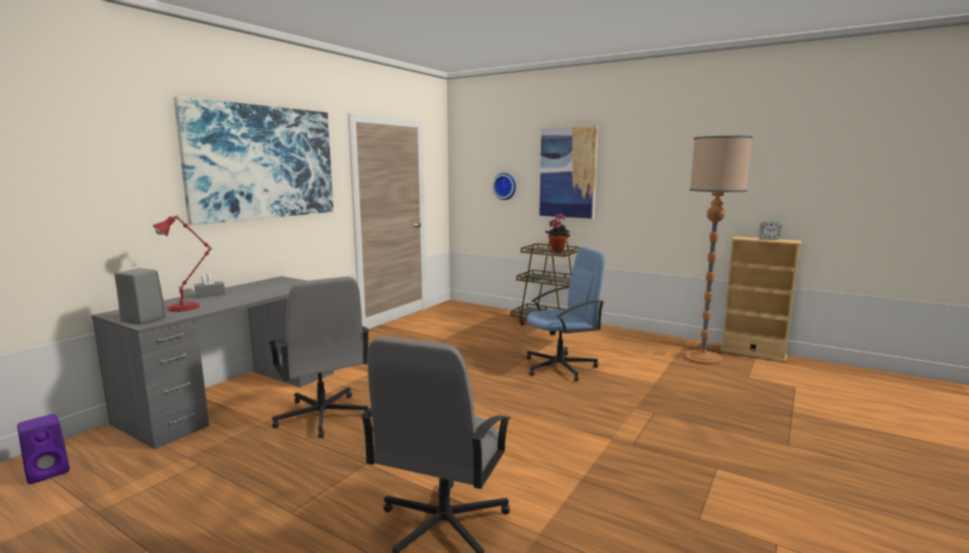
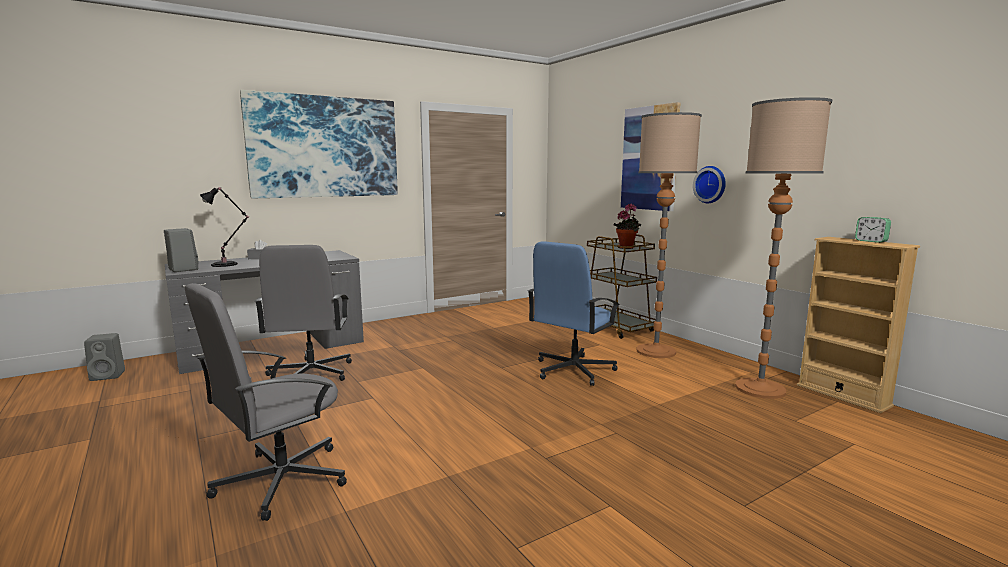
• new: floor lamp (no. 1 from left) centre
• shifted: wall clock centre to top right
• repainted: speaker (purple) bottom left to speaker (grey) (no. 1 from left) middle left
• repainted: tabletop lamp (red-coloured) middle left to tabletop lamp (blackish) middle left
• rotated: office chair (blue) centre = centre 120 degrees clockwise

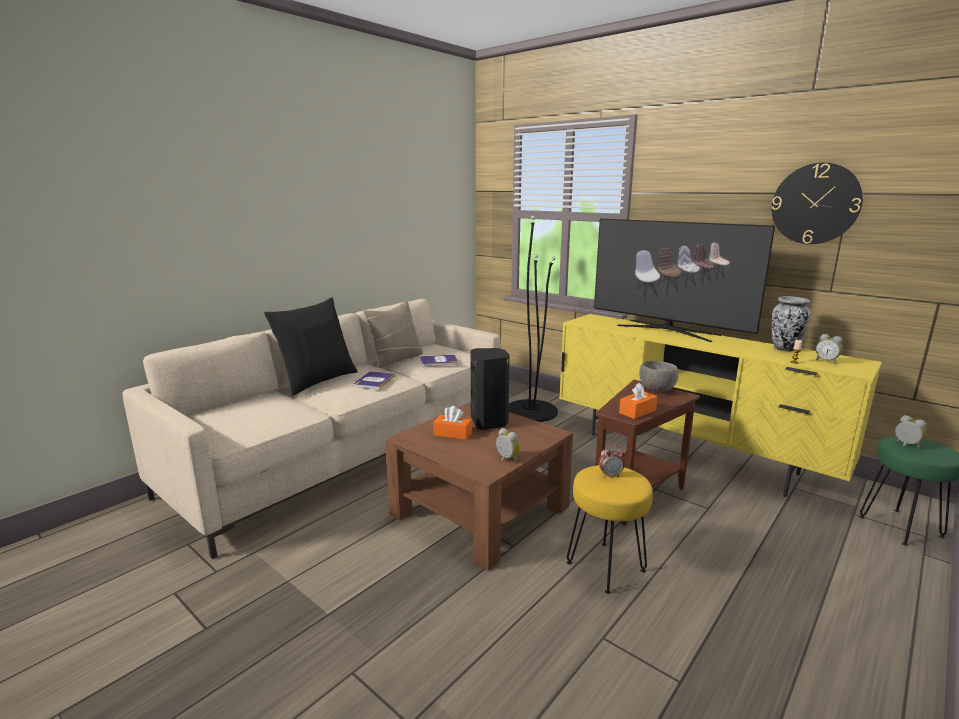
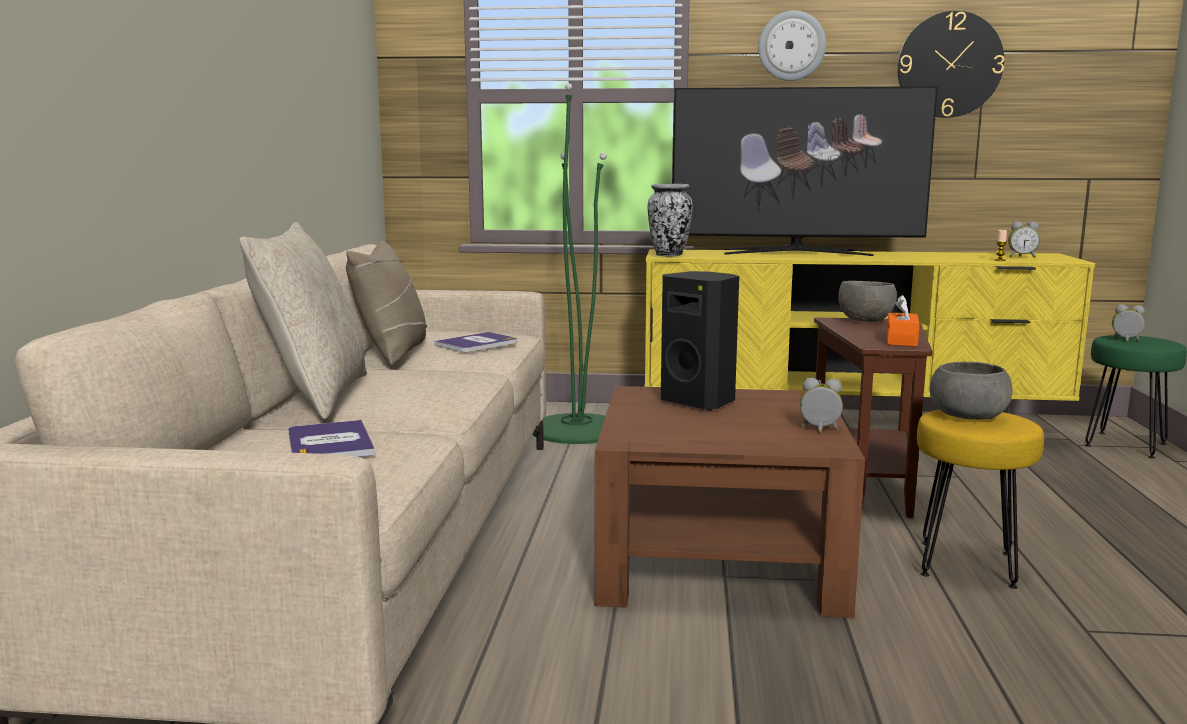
• gone: box of tissues (orange-coloured) (no. 1 from left) centre
• new: wall clock (no. 1 from left) top right
• shifted: book (no. 1 from left) centre to middle left
• shifted: vase middle right to top centre
• swapped: table clock (no. 2 from left) centre to deep dish (grey) (no. 2 from left) middle right
• repainted: throw pillow (blackish) middle left to throw pillow (beige) (no. 1 from left) middle left
• repainted: floor lamp (blackish) centre to floor lamp (green) centre

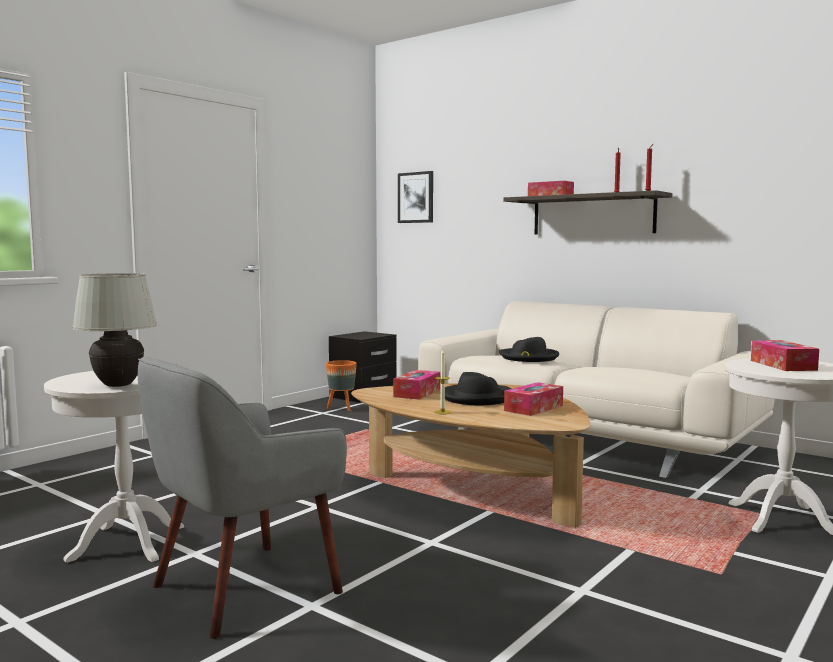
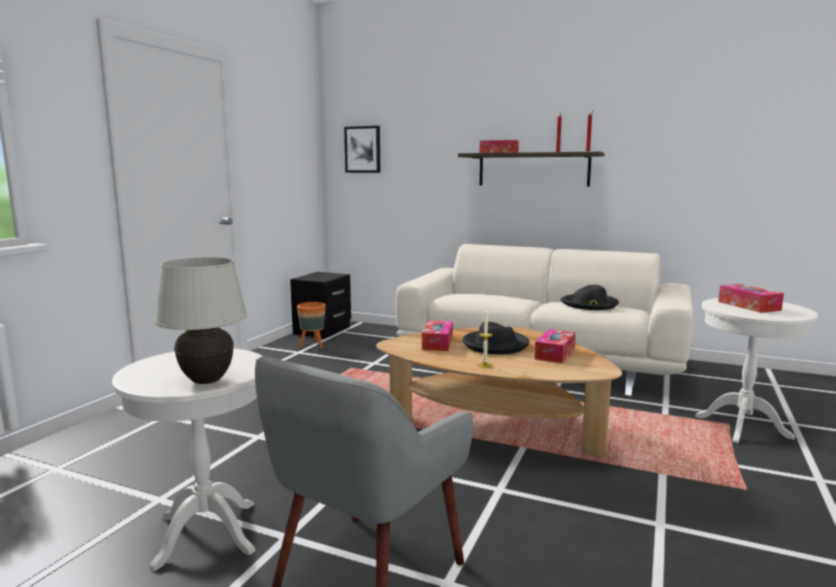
• shifted: wearable hat (blackish) (no. 2 from left) centre to middle right

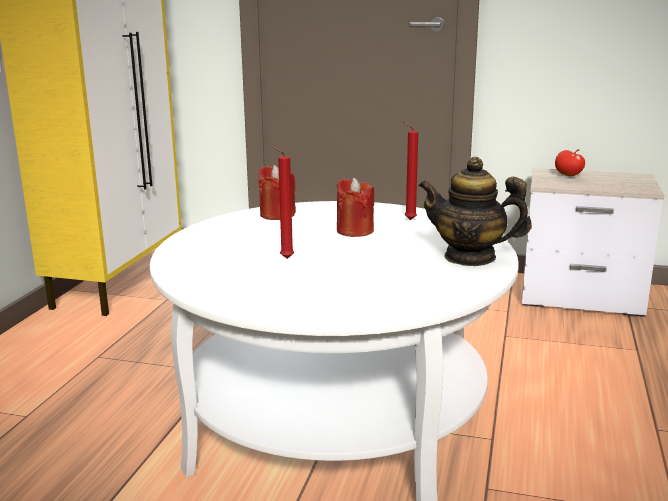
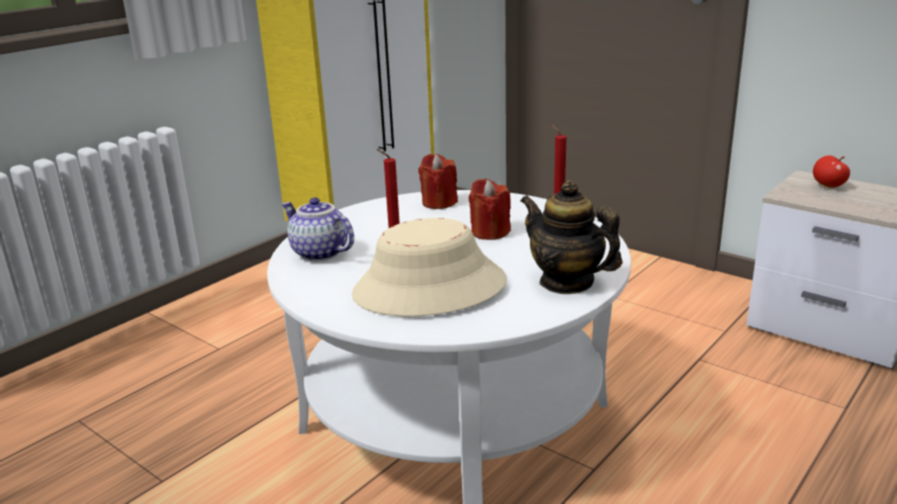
• new: teapot (no. 1 from left) centre
• new: wearable hat (beige) centre

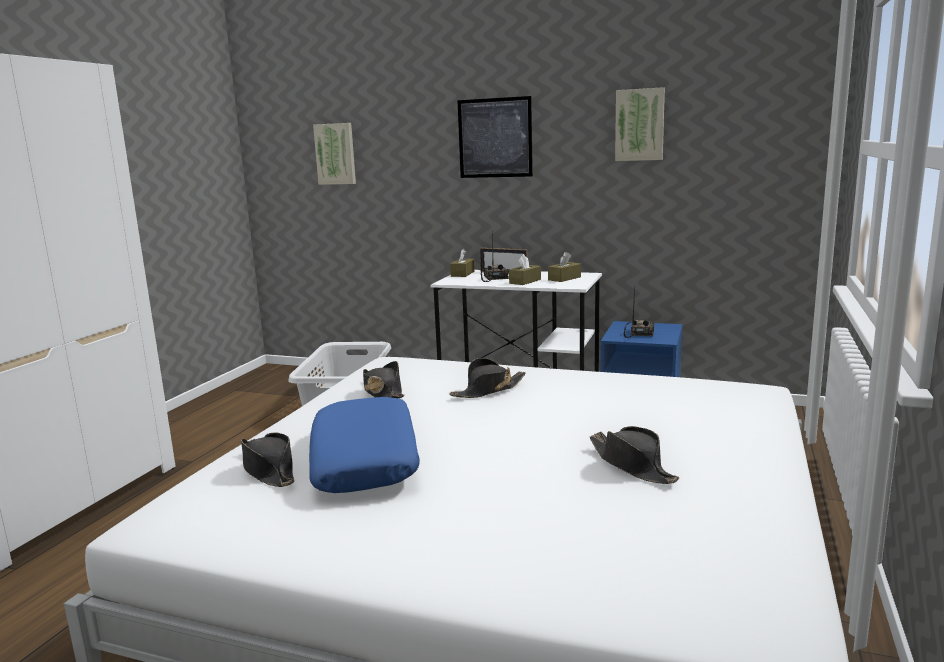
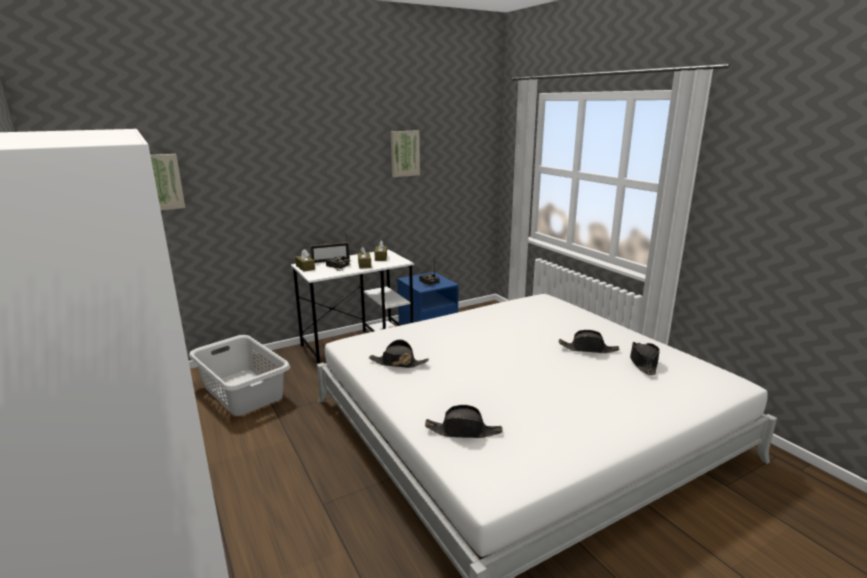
• gone: throw pillow (blue) bottom centre
• gone: wall art (no. 2 from left) top centre
• shifted: wearable hat (blackish) (no. 3 from left in the first image) centre to wearable hat (blackish) (no. 4 from left) middle right

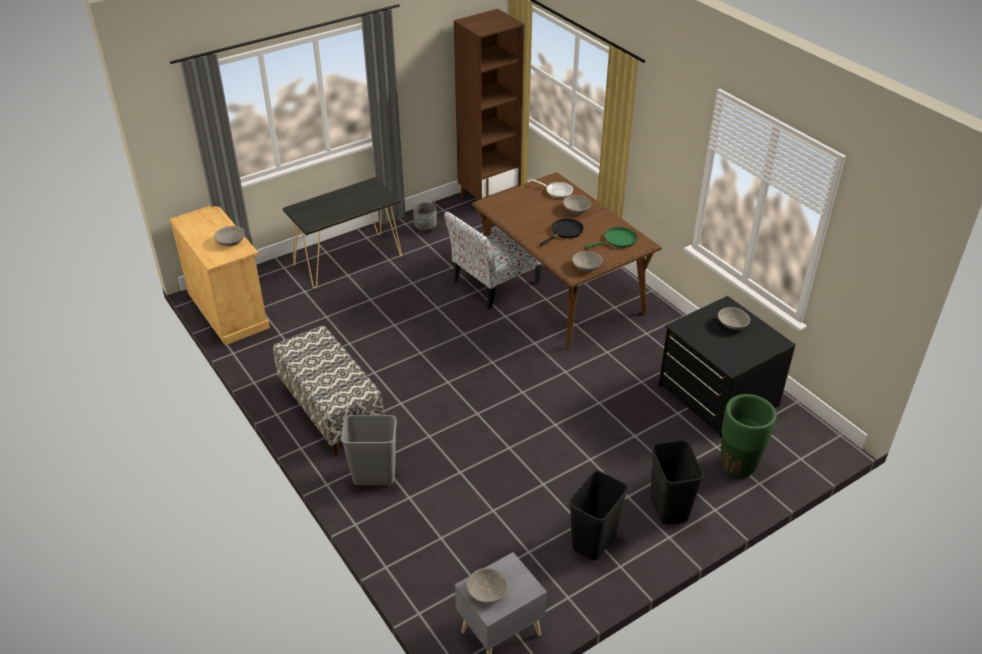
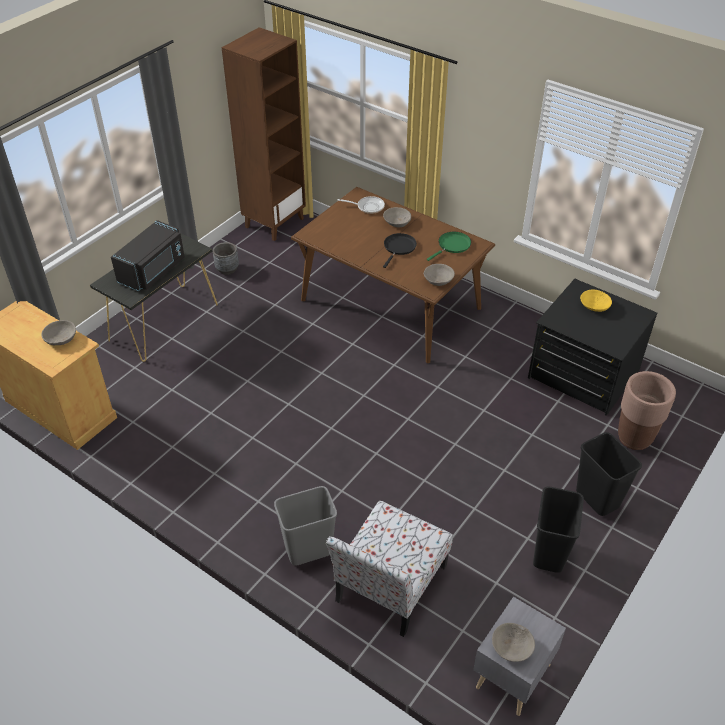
• gone: indoor bench centre
• new: microwave oven (blackish) middle left
• shifted: plain chair centre to bottom centre
• repainted: deep dish (grey) (no. 5 from left) middle right to deep dish (yellow) middle right
• repainted: flower pot (green) bottom right to flower pot (brown) middle right

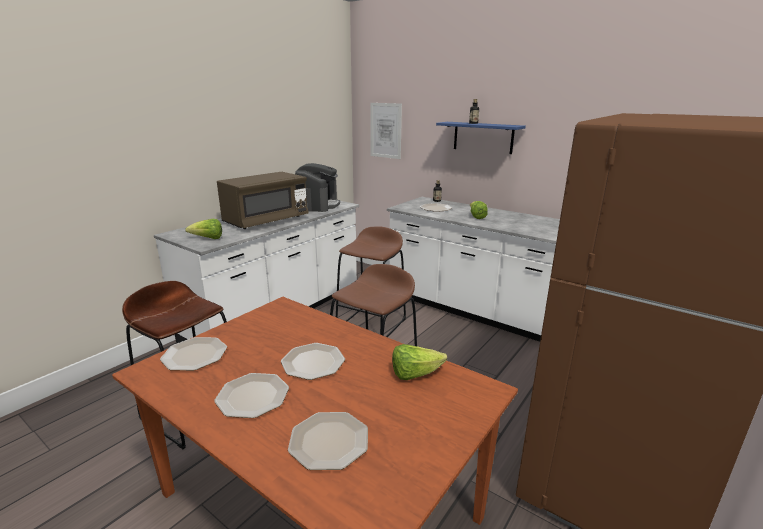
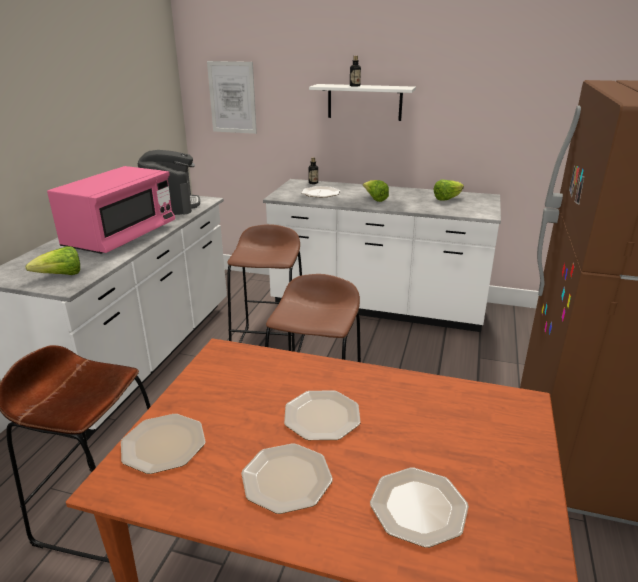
• shifted: lettuce (no. 2 from left in the first image) bottom centre to lettuce (no. 3 from left) top right
• repainted: microwave oven (brown) centre to microwave oven (pink-coloured) middle left
• repainted: shelf (blue) top centre to shelf (white) top centre

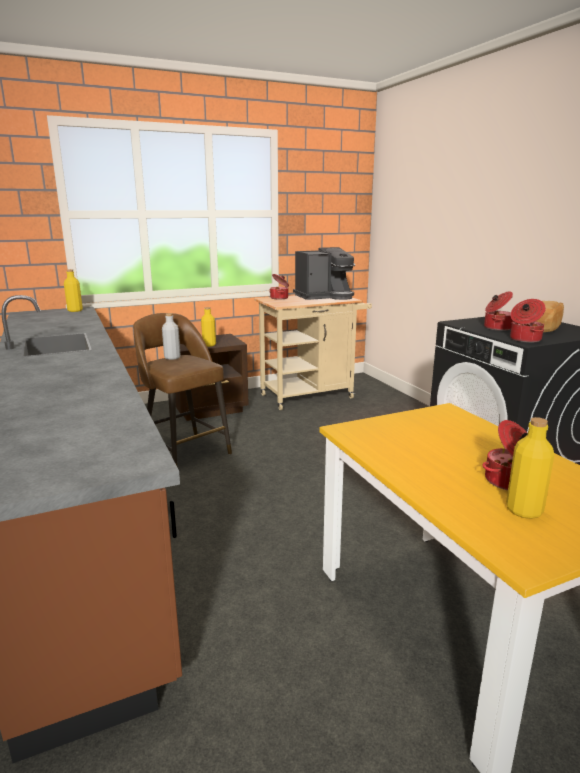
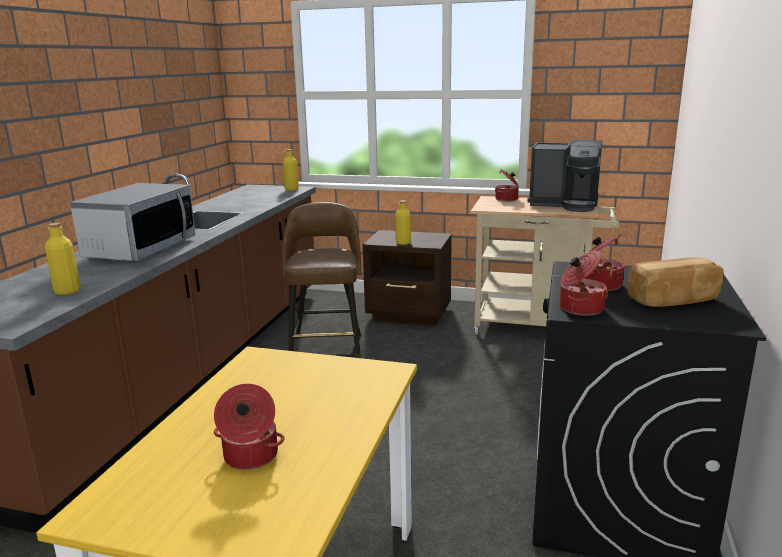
• gone: drink bottle (grey) middle left
• new: microwave oven middle left
• shifted: drink bottle (yellow) (no. 3 from left in the first image) middle right to drink bottle (yellow) (no. 1 from left) middle left

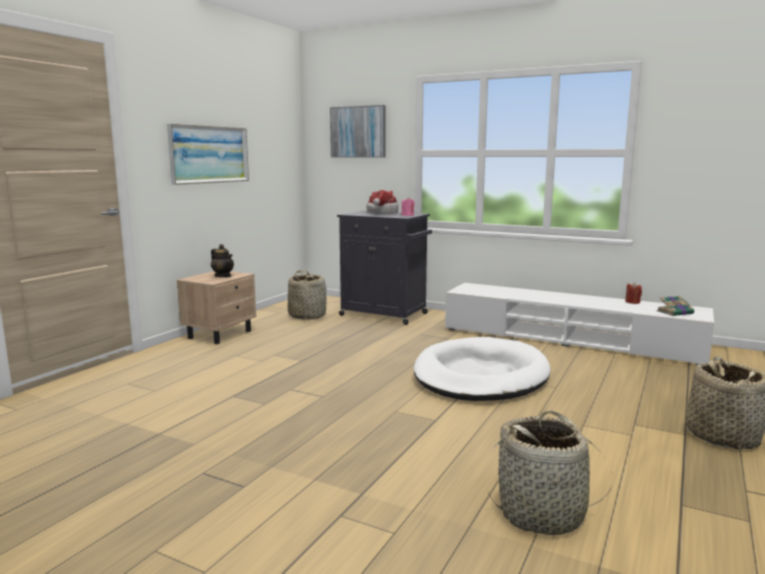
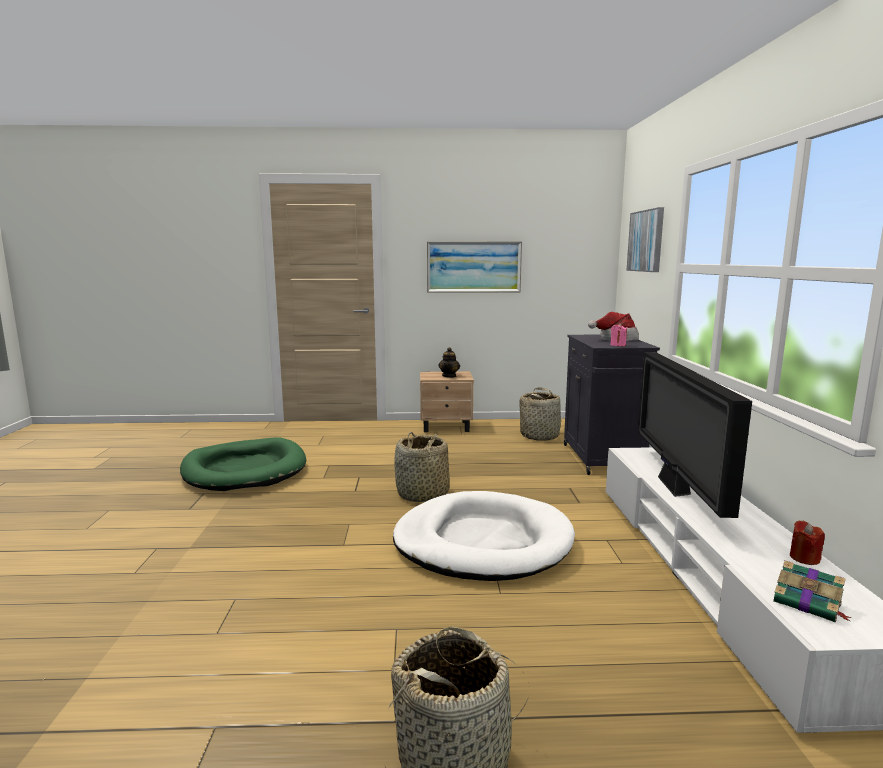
• new: dog cushion (green) middle left
• new: TV set middle right
• shifted: household basket (no. 2 from left in the first image) bottom right to household basket (no. 1 from left) centre

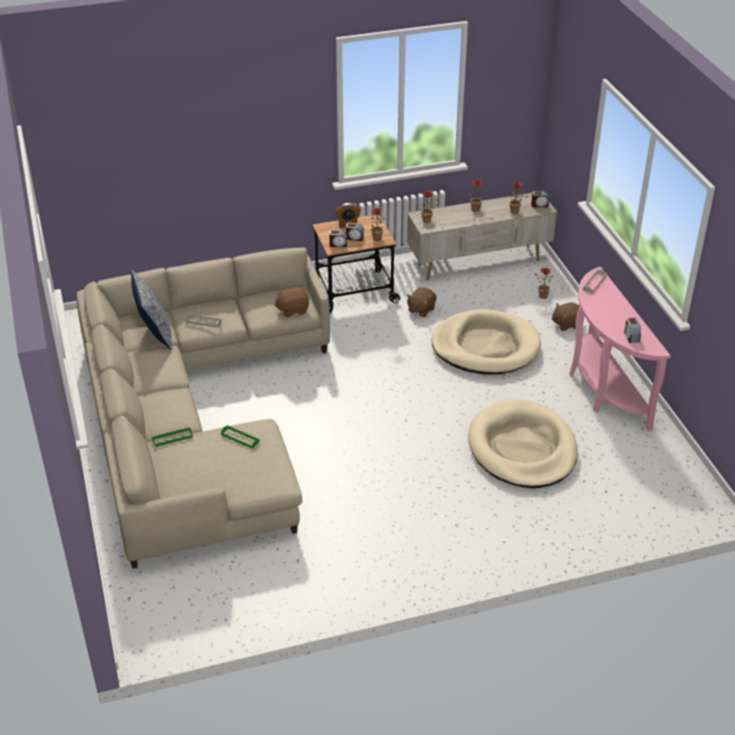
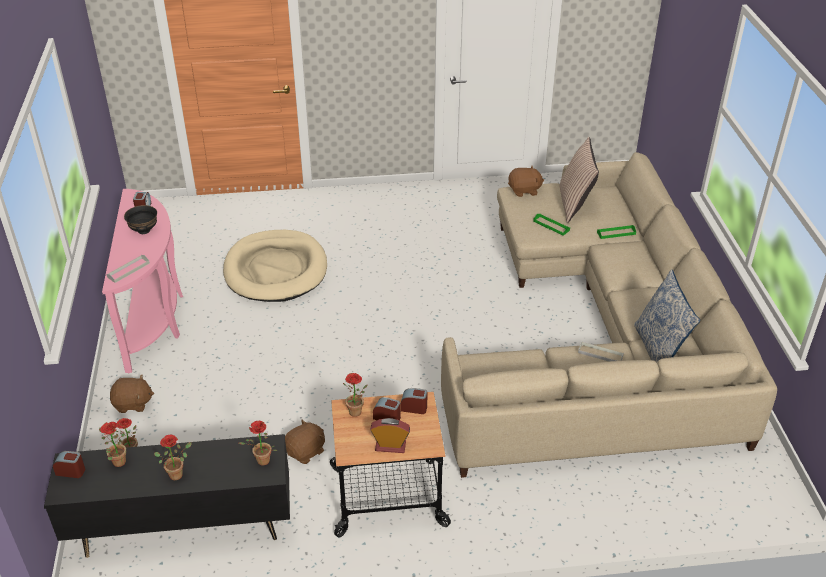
• gone: dog cushion (beige) (no. 1 from left) centre
• new: deep dish (blackish) middle left
• new: throw pillow (no. 1 from left) top right
• shifted: plush toy (brown) (no. 1 from left in the first image) centre to plush toy (brown) (no. 3 from left) top centre
• repainted: tv unit (beige) top centre to tv unit (blackish) bottom left

